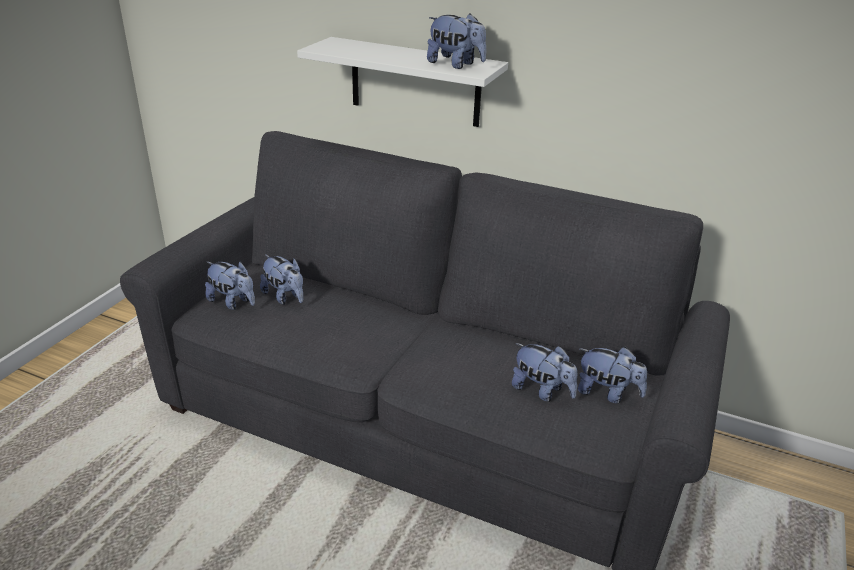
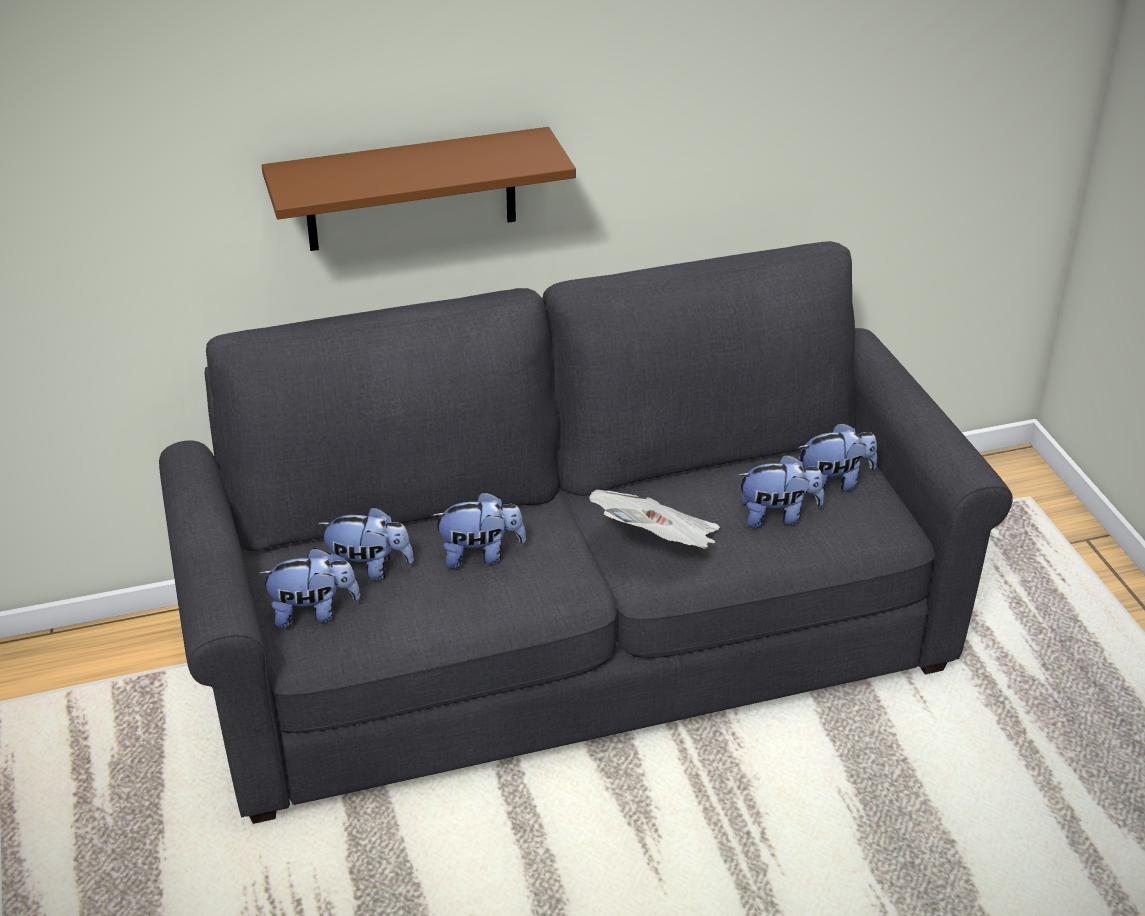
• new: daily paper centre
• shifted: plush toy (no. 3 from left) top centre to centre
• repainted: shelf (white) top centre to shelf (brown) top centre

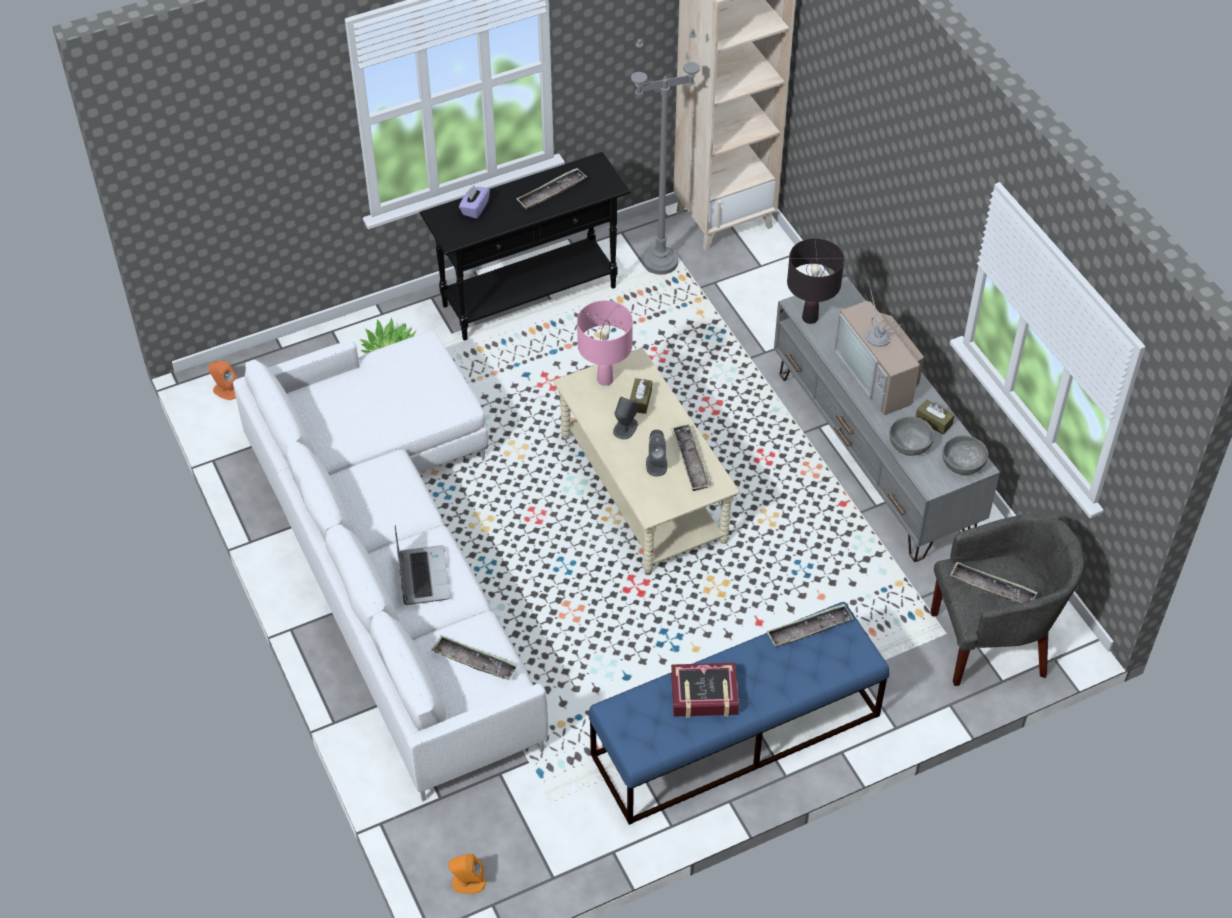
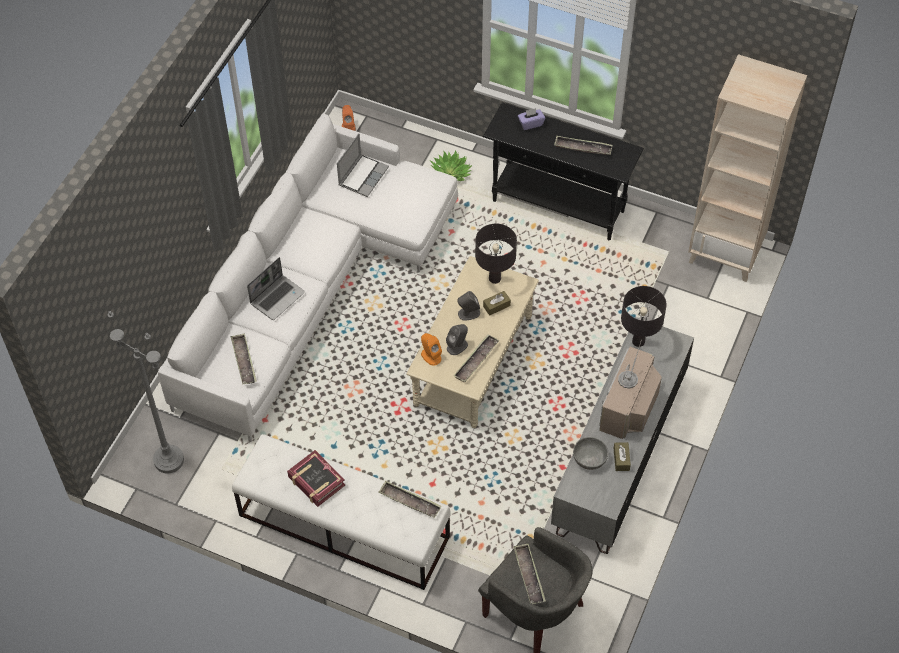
• gone: deep dish (grey) (no. 2 from left) middle right
• new: laptop (no. 2 from left) top centre
• shifted: speaker (orange-coloured) (no. 2 from left) bottom centre to centre
• shifted: floor lamp (grey) top centre to middle left
• repainted: tabletop lamp (pink-coloured) centre to tabletop lamp (blackish) (no. 1 from left) centre
• repainted: indoor bench (blue) bottom centre to indoor bench (white) bottom centre

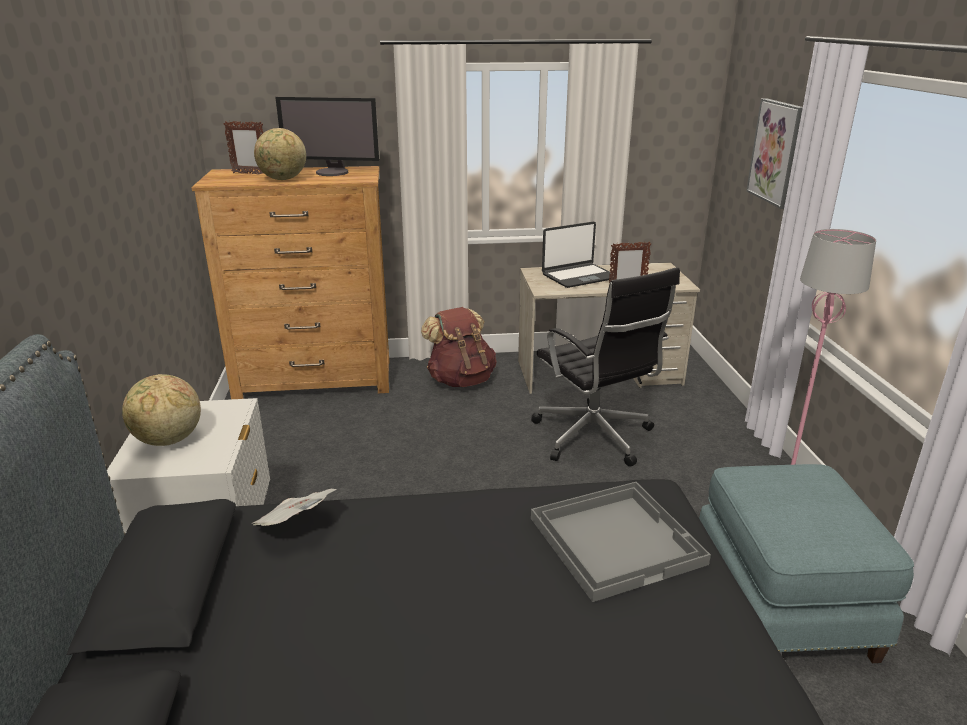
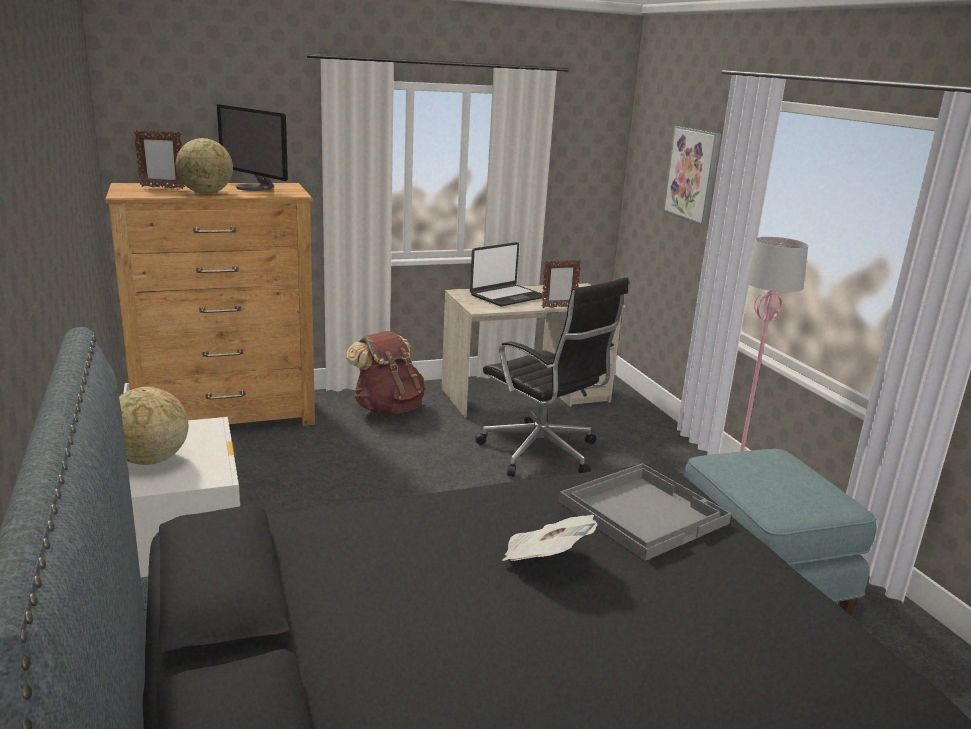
• shifted: daily paper bottom left to bottom centre
• rotated: computer screen top centre = top left 45 degrees clockwise

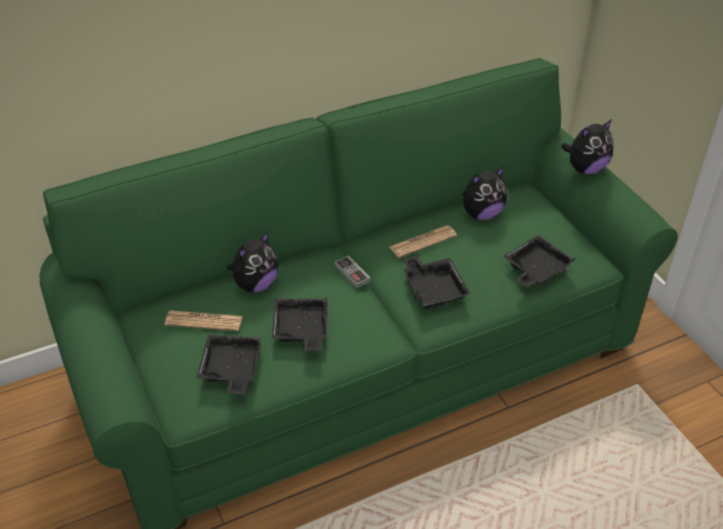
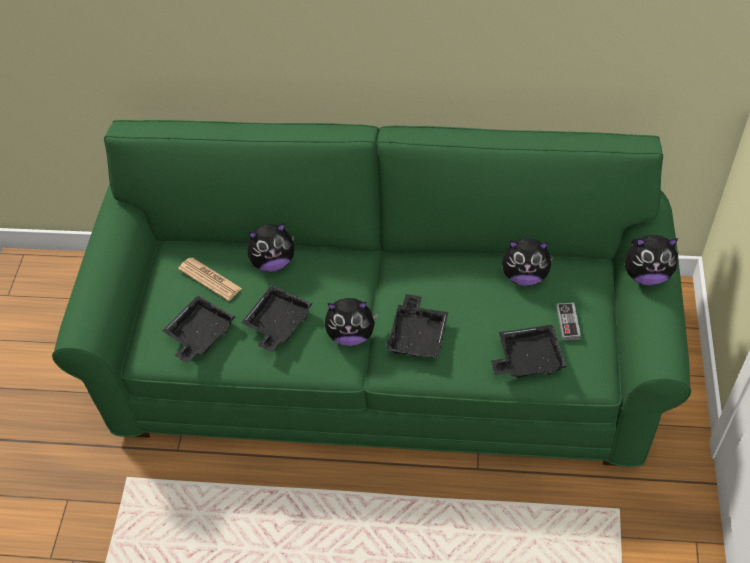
• gone: daily paper (no. 2 from left) centre
• new: plush toy (no. 2 from left) centre
• shifted: game controller centre to middle right

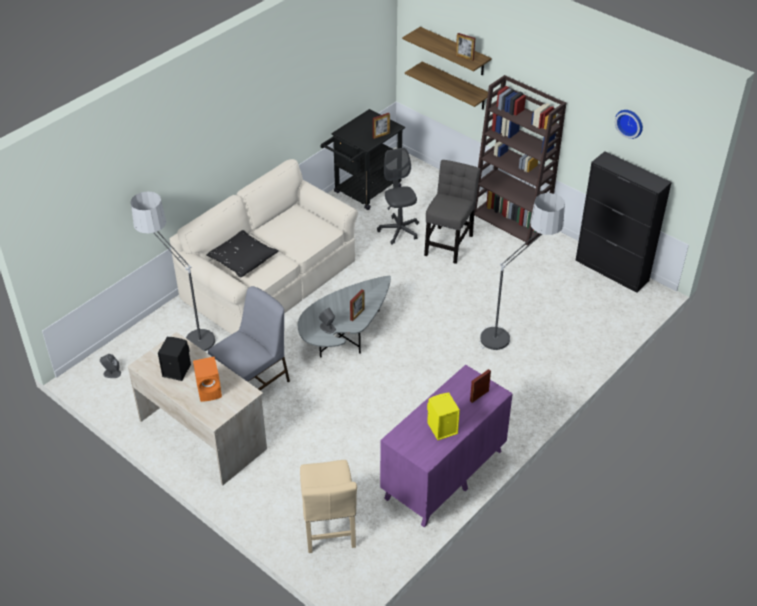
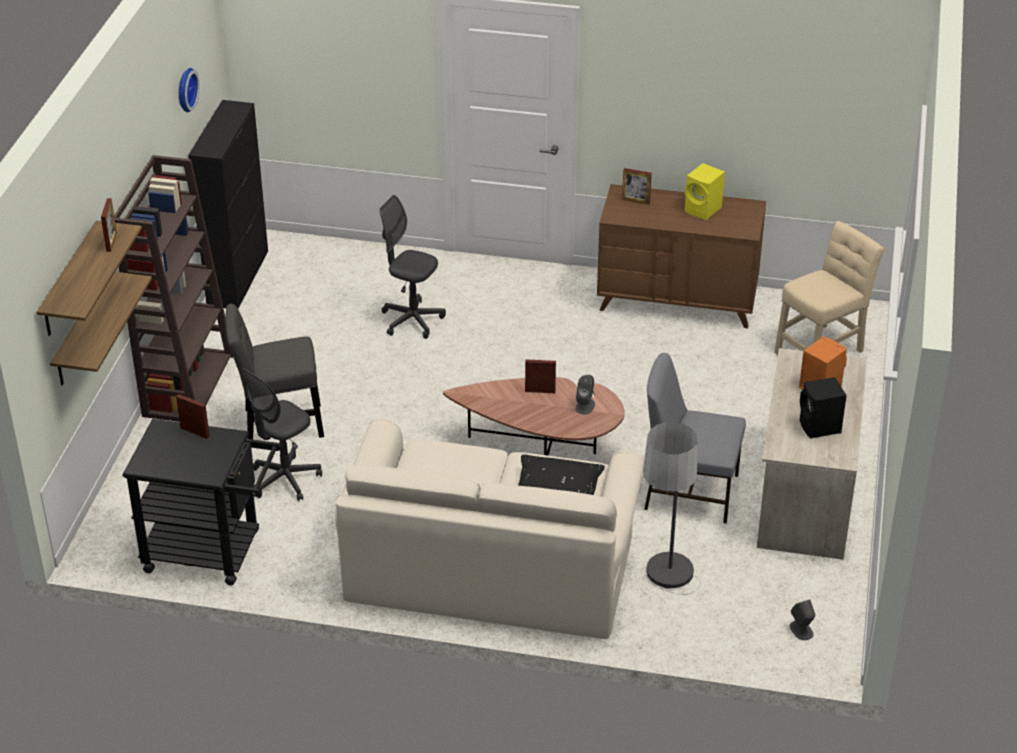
• swapped: floor lamp (no. 2 from left) middle right to office chair (grey) (no. 2 from left) centre
• repainted: low table (grey) centre to low table (brown) centre
• repainted: drawer chest (purple) bottom centre to drawer chest (brown) middle right

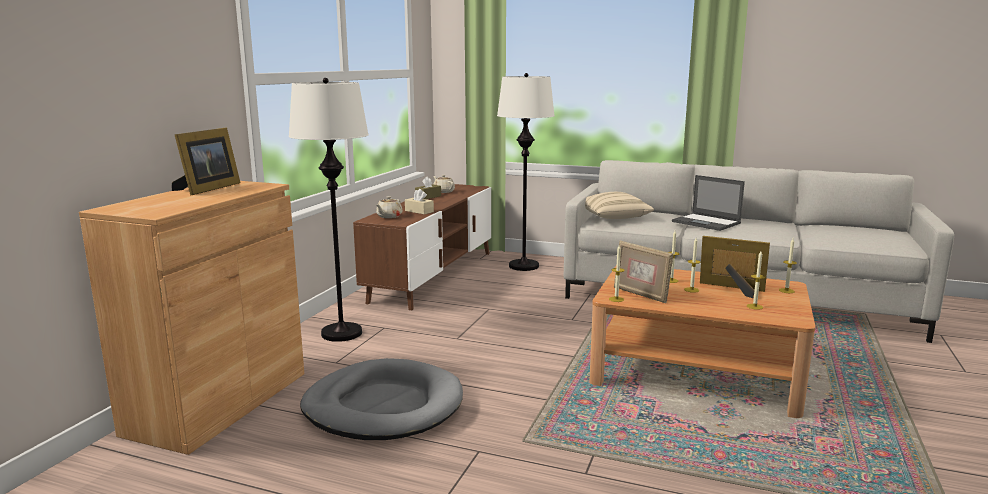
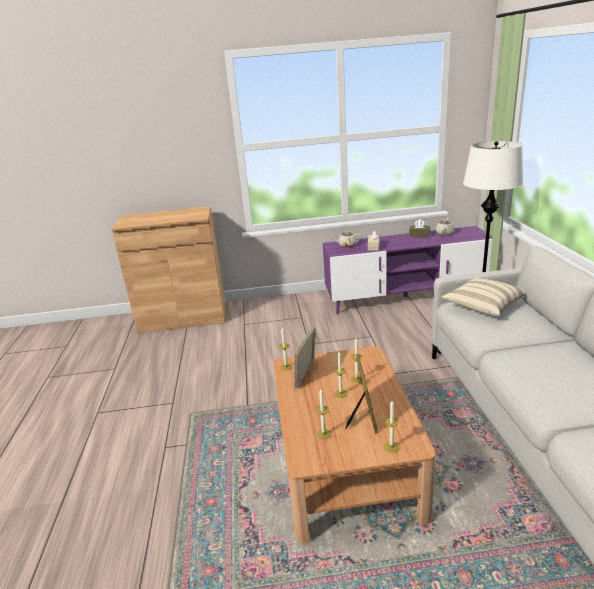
• gone: photo frame (no. 1 from left) top left
• gone: floor lamp (white) (no. 1 from left) middle left
• gone: dog cushion (grey) bottom centre
• gone: laptop middle right
• repainted: tv unit (brown) centre to tv unit (purple) middle right

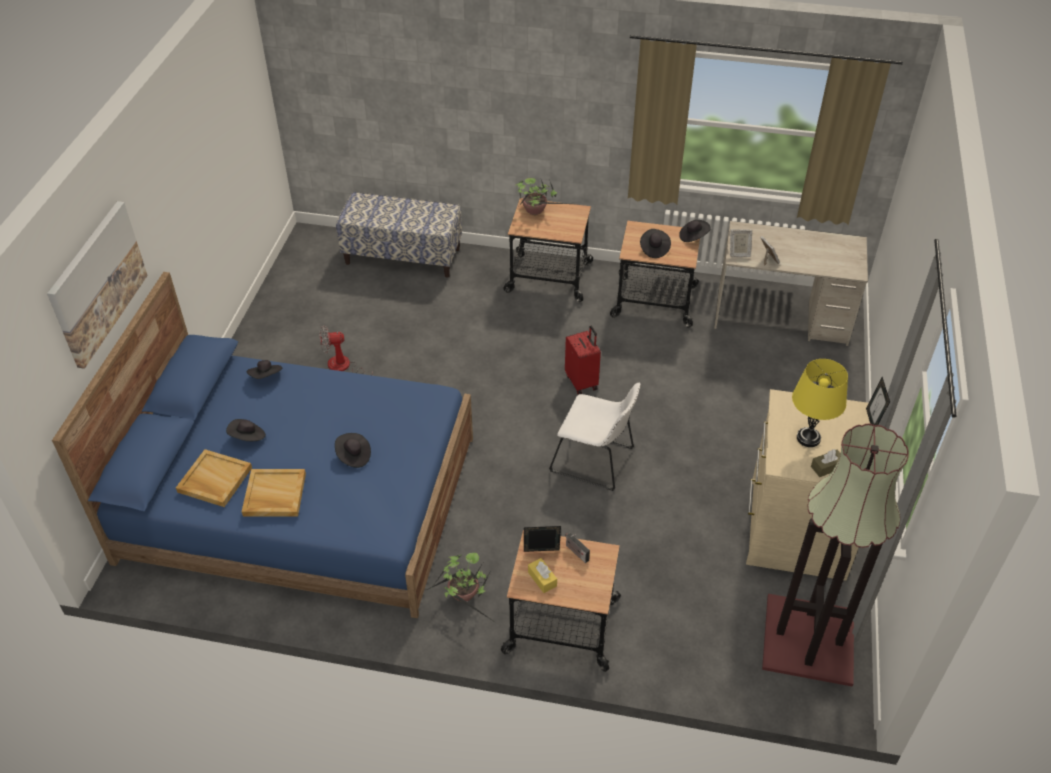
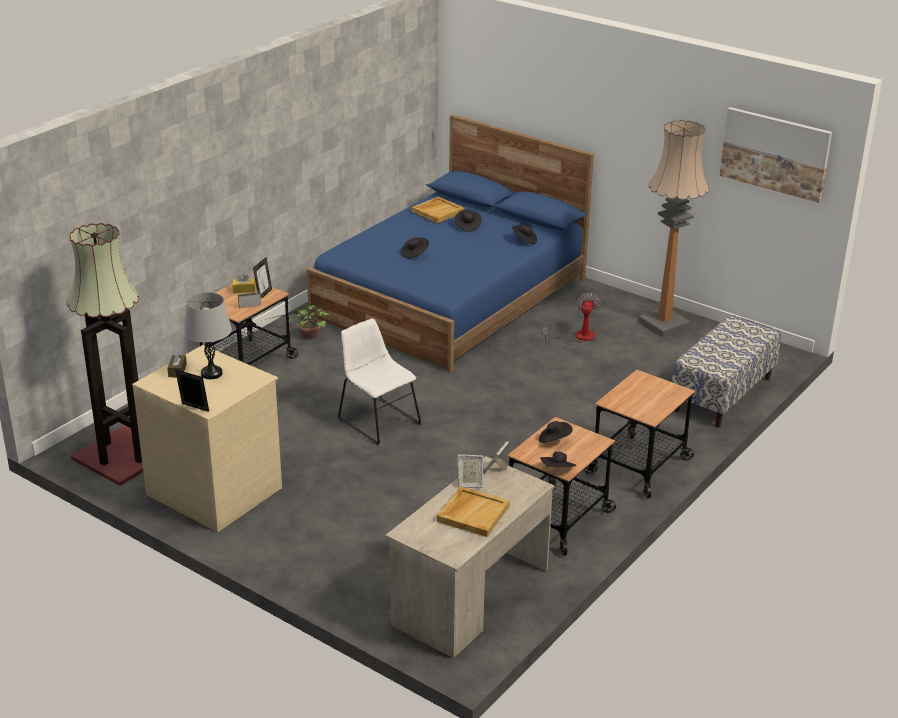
• gone: plant in a pot (no. 2 from left) top centre
• gone: travel case (red-coloured) centre
• new: floor lamp (no. 2 from left) top right
• shifted: wall art middle left to top right
• shifted: tray (beige) (no. 2 from left) middle left to bottom centre
• repainted: tabletop lamp (yellow) middle right to tabletop lamp (grey) middle left
• rotated: plain chair (white) centre = centre 90 degrees clockwise

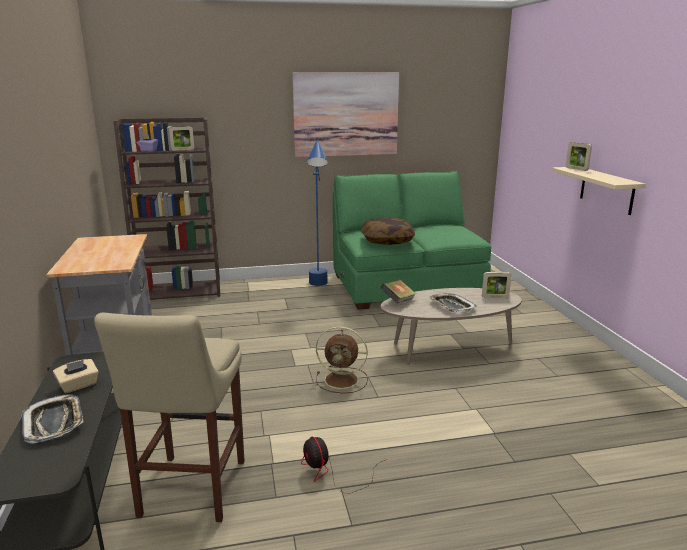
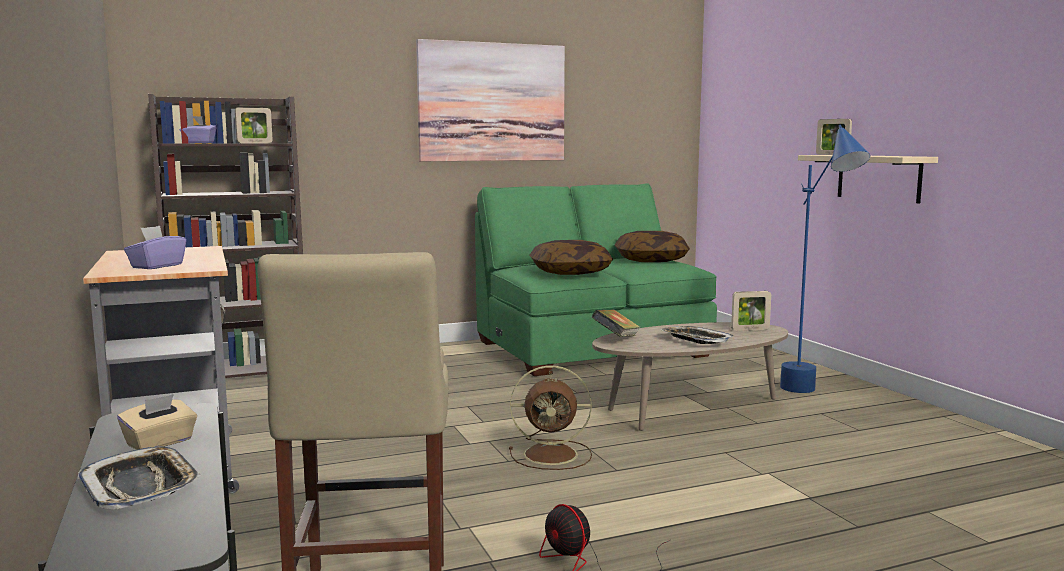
• new: box of tissues (purple) (no. 1 from left) middle left
• new: throw pillow (no. 2 from left) centre
• shifted: floor lamp (blue) centre to middle right

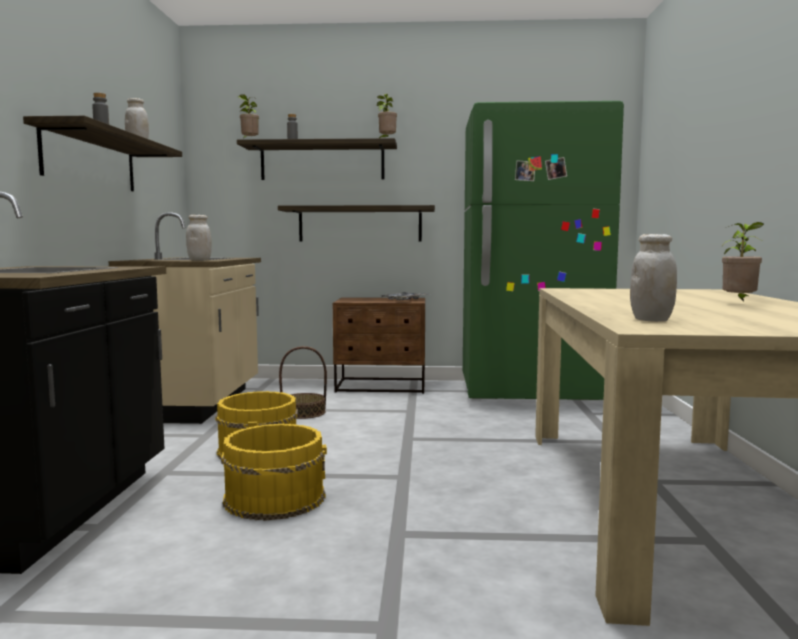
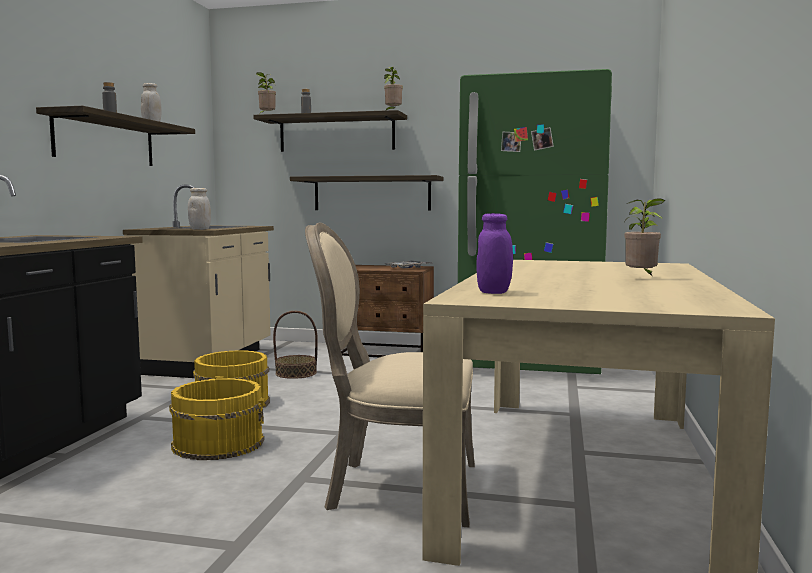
• new: plain chair (beige) centre
• repainted: jar (white) (no. 3 from left) middle right to jar (purple) centre

